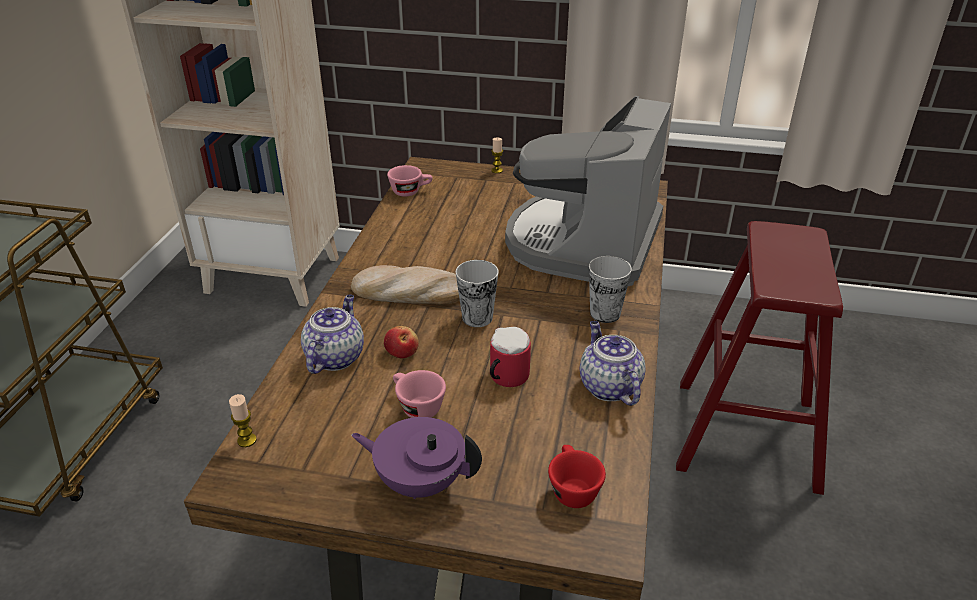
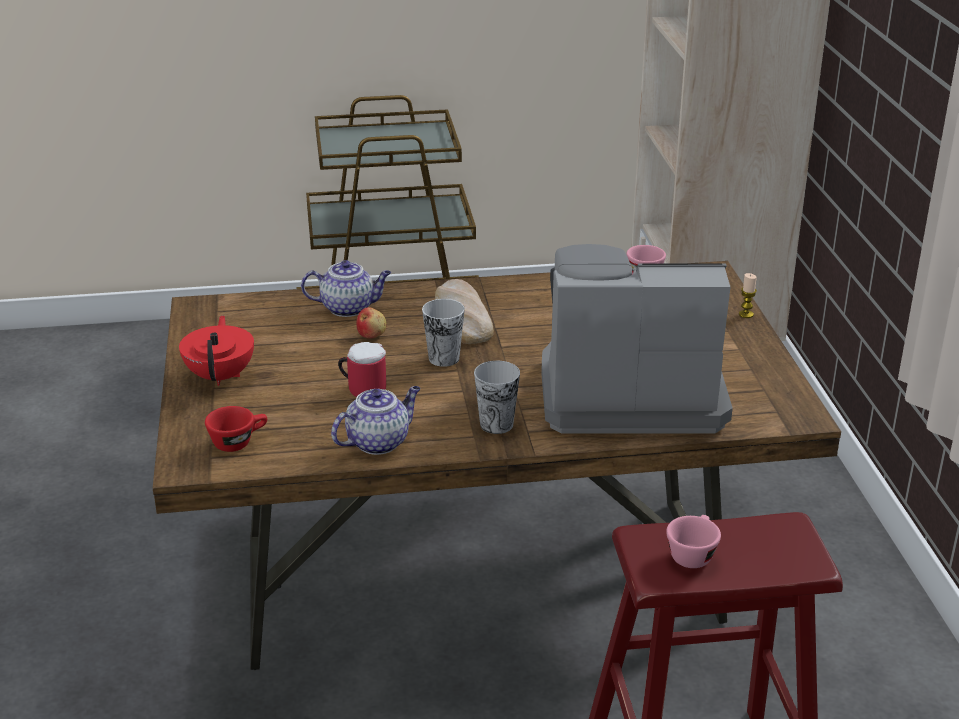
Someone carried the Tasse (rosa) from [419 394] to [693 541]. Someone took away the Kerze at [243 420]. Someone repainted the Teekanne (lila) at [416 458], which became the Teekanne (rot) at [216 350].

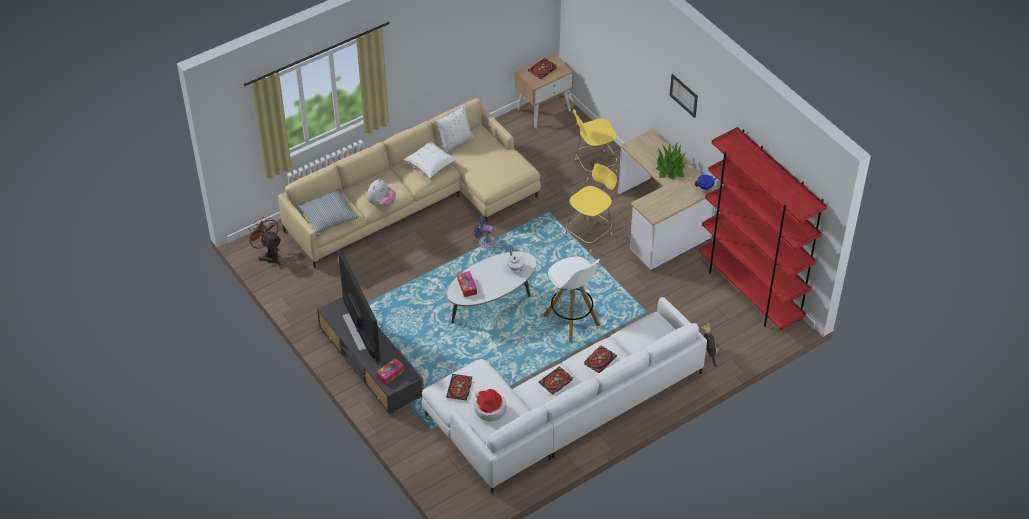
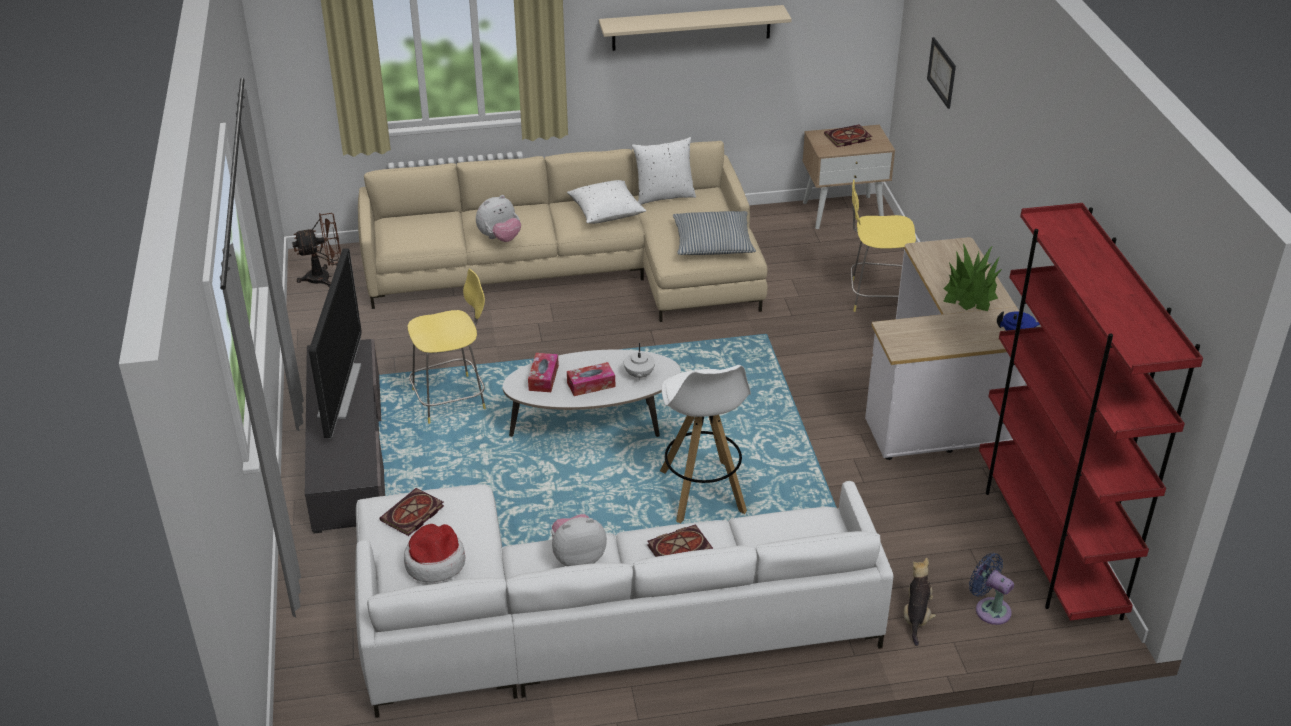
Someone carried the Bild from [683 96] to [941 73]. Someone carried the Hocker (gelb) from [591 208] to [447 346]. Someone carried the Kissen from [328 210] to [714 233]. Someone carried the Ventilator (blau) from [485 232] to [991 589]. Someone rotated the Ventilator (braun) at [263 241] by 90 degrees clockwise. Someone carried the Taschentuchbox from [390 371] to [591 379]. Someone swapped the Buch at [556 380] for the Plüschtier at [579 540]. Someone put up the Wandregal (beige) at [695 28].

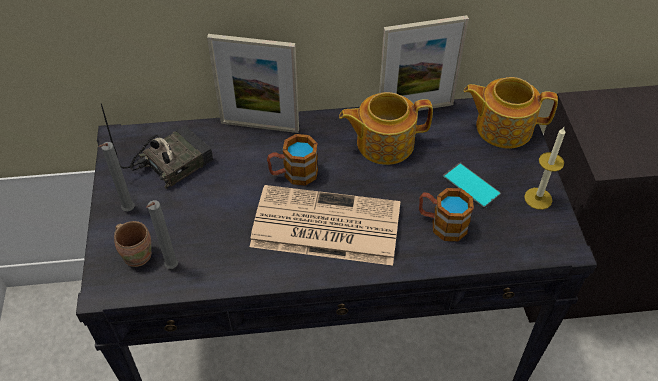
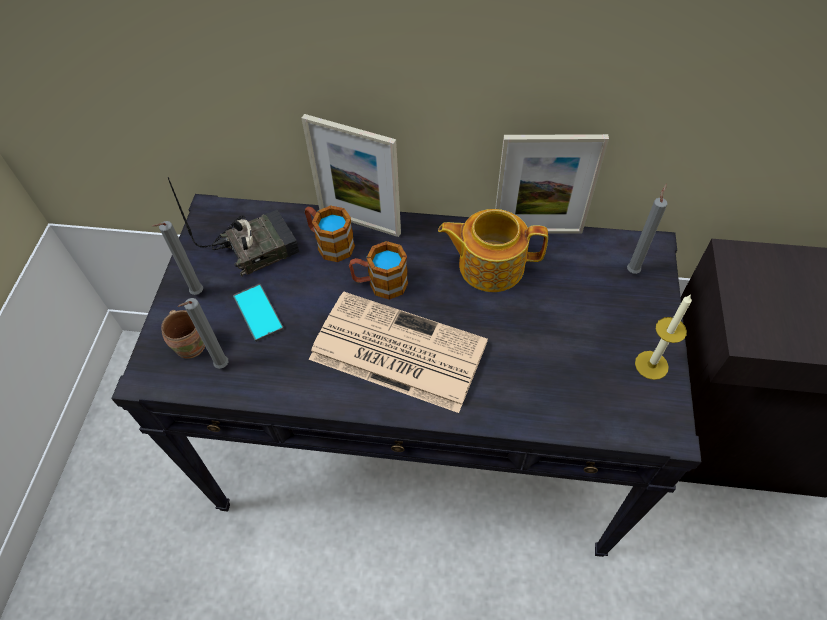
Someone swapped the Teekanne at [511 113] for the Kerze (grau) at [647 229]. Someone carried the Handy from [471 186] to [258 313]. Someone carried the Henkelbecher from [446 214] to [330 233].

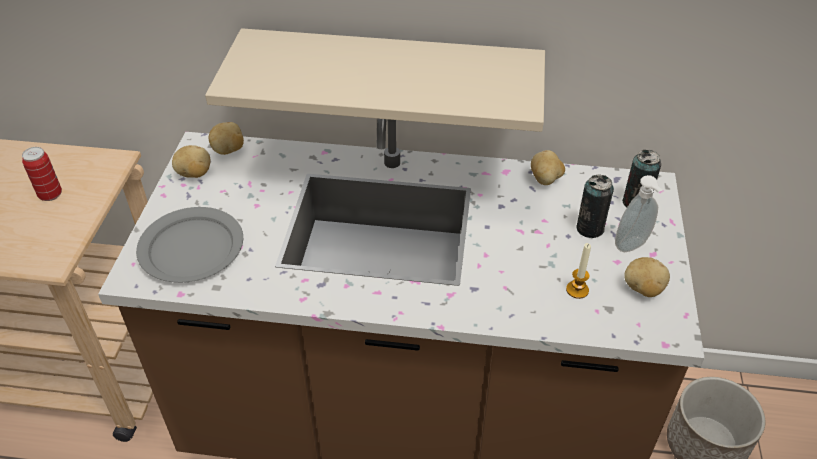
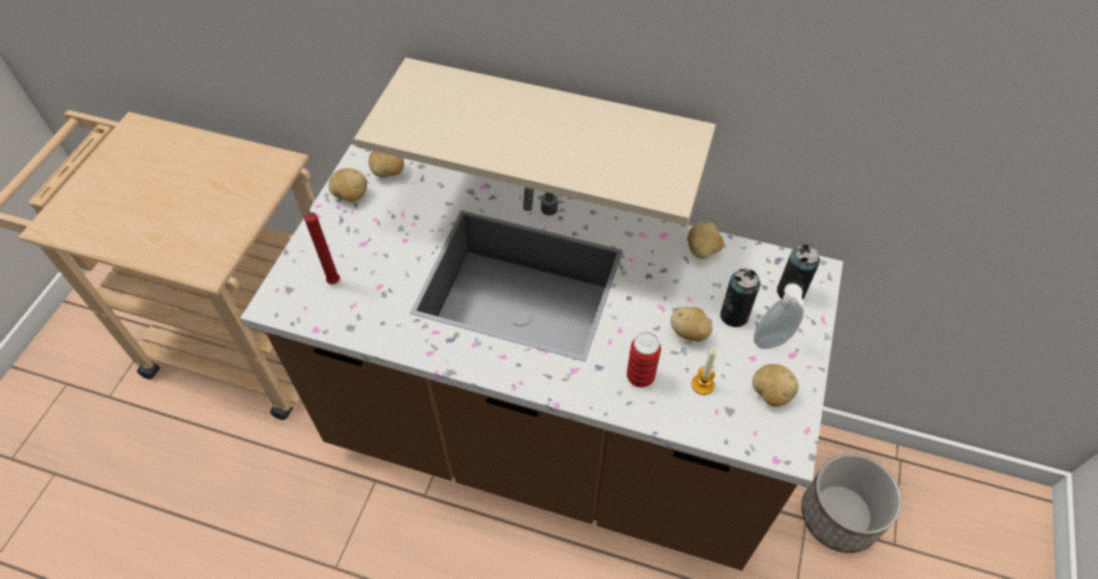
Someone carried the Dose from [42 174] to [644 359]. Someone swapped the Teller (grau) at [189 245] for the Kerze (rot) at [322 241]. Someone put down the Kartoffel at [691 324].

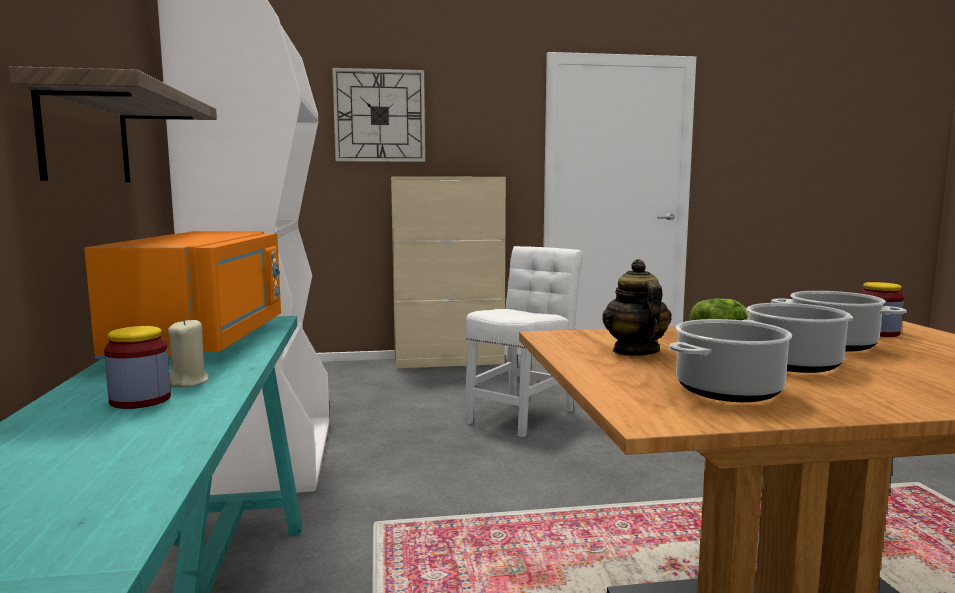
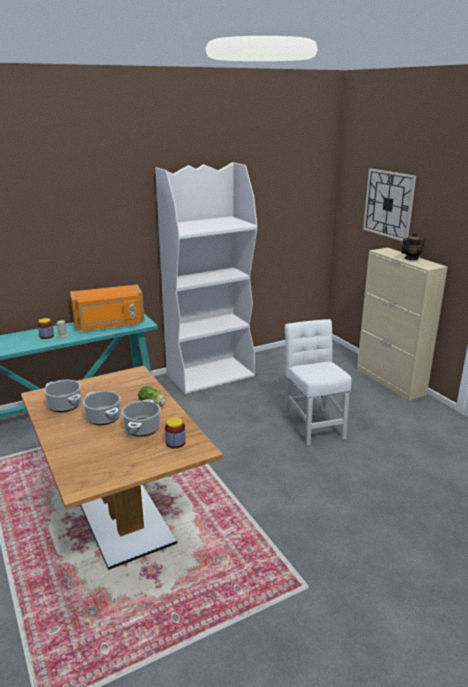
Someone took away the Wandregal at [112 124]. Someone rotated the Stuhl (weiß) at [523 341] by 120 degrees counterclockwise. Someone carried the Teekanne from [637 307] to [413 246].

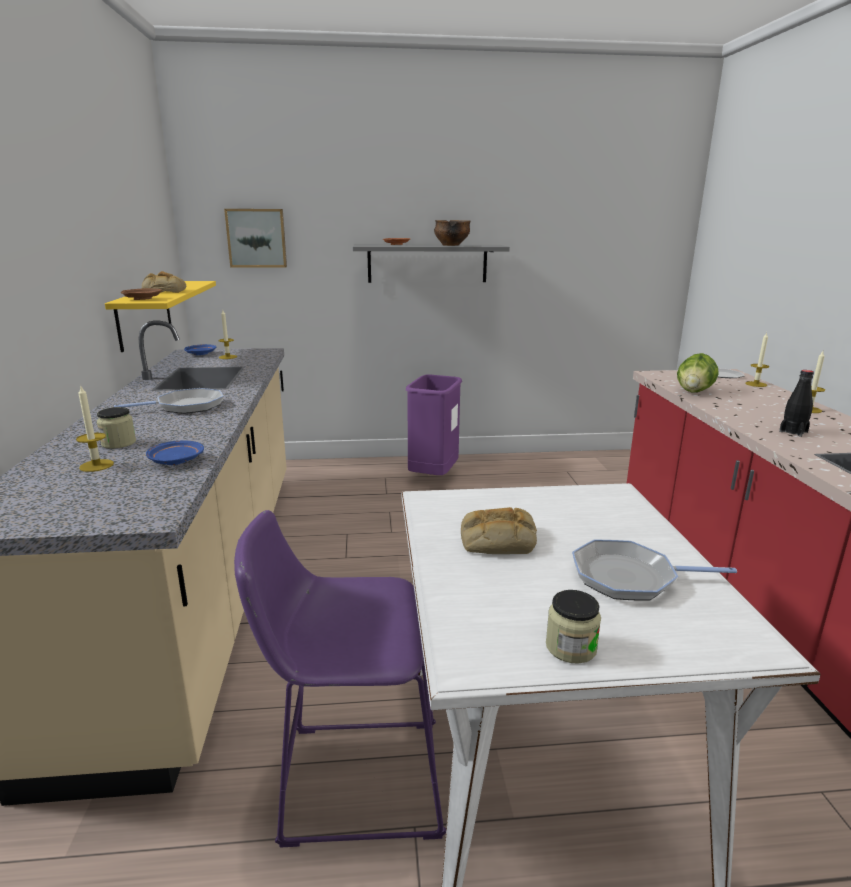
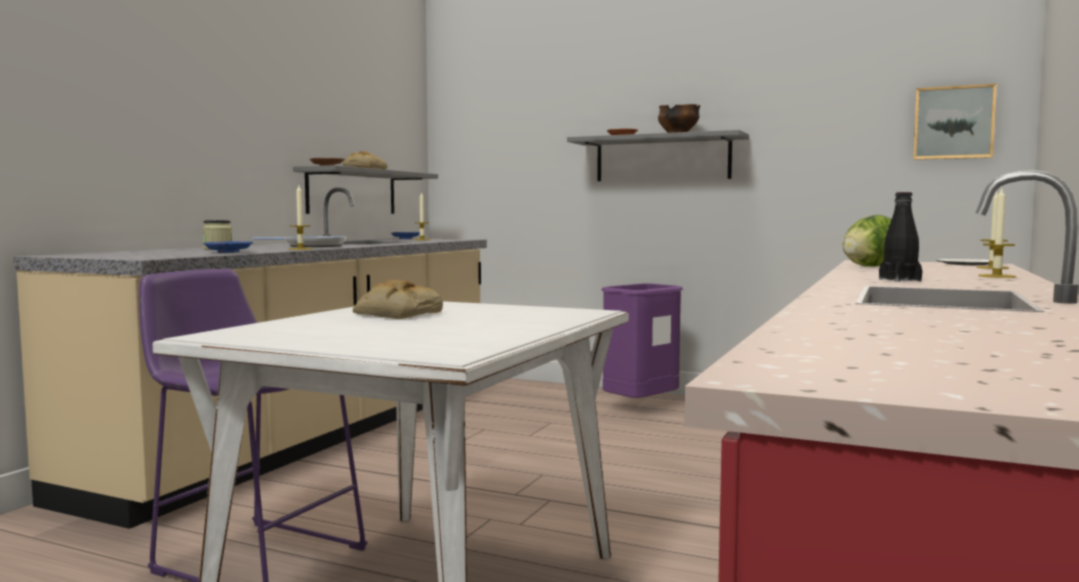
Someone carried the Bild from [255 238] to [955 122]. Someone repainted the Wandregal (gelb) at [160 316], which became the Wandregal (grau) at [365 189]. Someone carried the Kerze from [95 429] to [300 217]. Someone took away the Pfanne at [654 570]. Someone took away the Vorratsglas at [573 627].

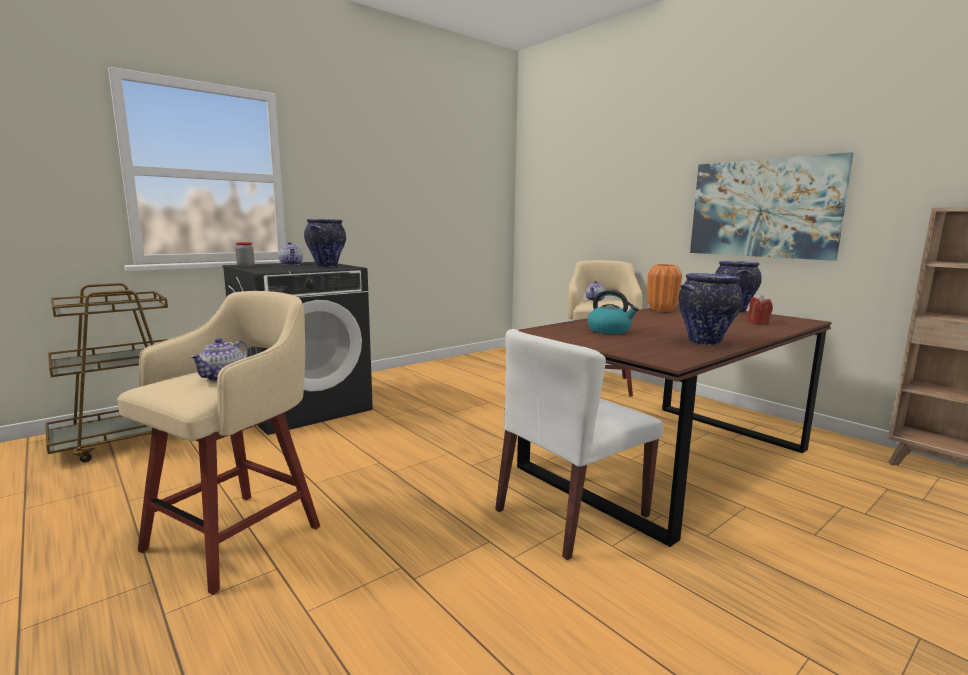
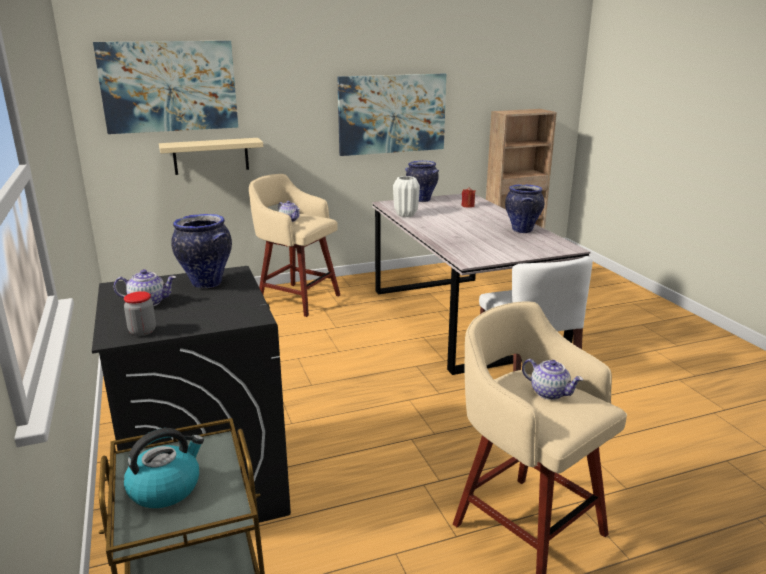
Someone repainted the Vase (orange) at [664 288], which became the Vase (weiß) at [406 196]. Someone carried the Wasserkessel from [613 312] to [164 468]. Someone repainted the Esstisch (braun) at [674 425], which became the Esstisch (grau) at [481 284]. Someone put up the Bild at [165 87]. Someone put up the Wandregal (beige) at [211 156].

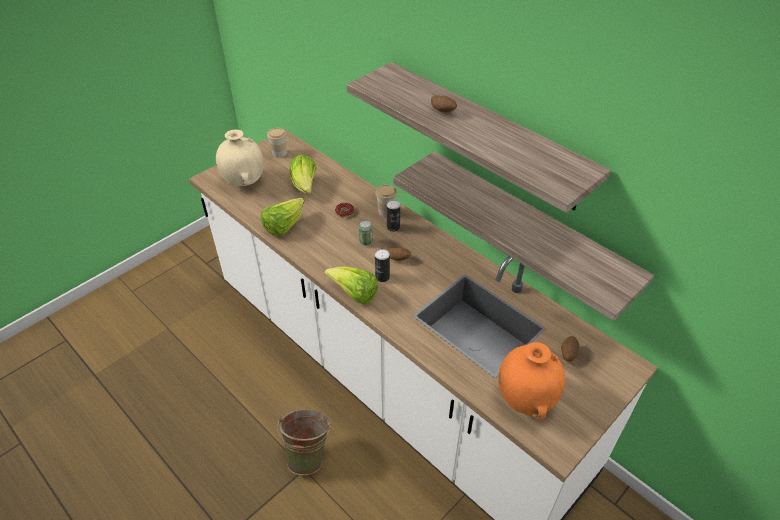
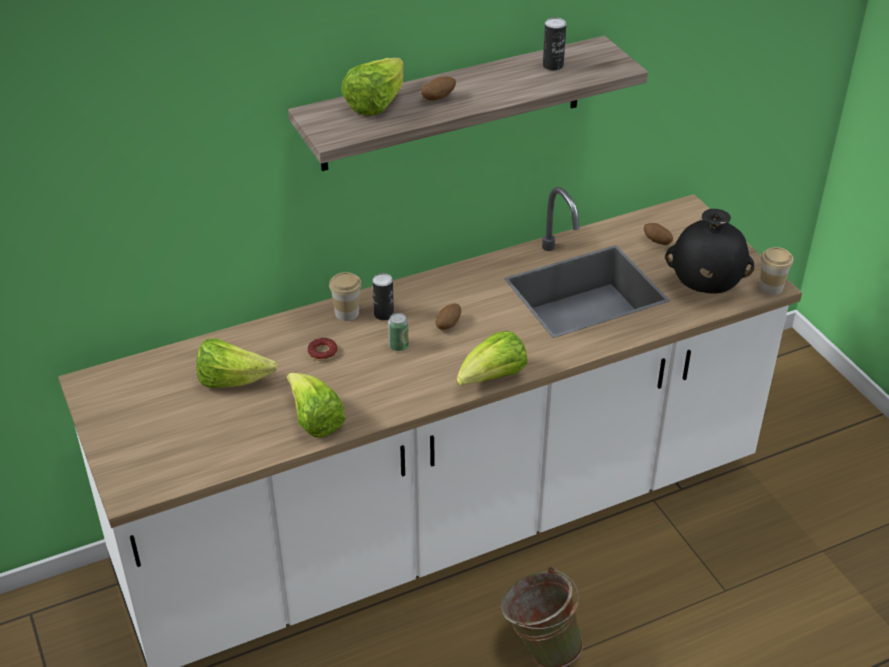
Someone carried the Tasse from [277 143] to [776 271]. Someone took away the Vase (beige) at [240 157]. Someone took away the Wandregal at [523 236]. Someone carried the Dose from [382 265] to [554 44]. Someone repainted the Vase (orange) at [531 380], which became the Vase (schwarz) at [709 251]. Someone put down the Salatkopf at [372 87].

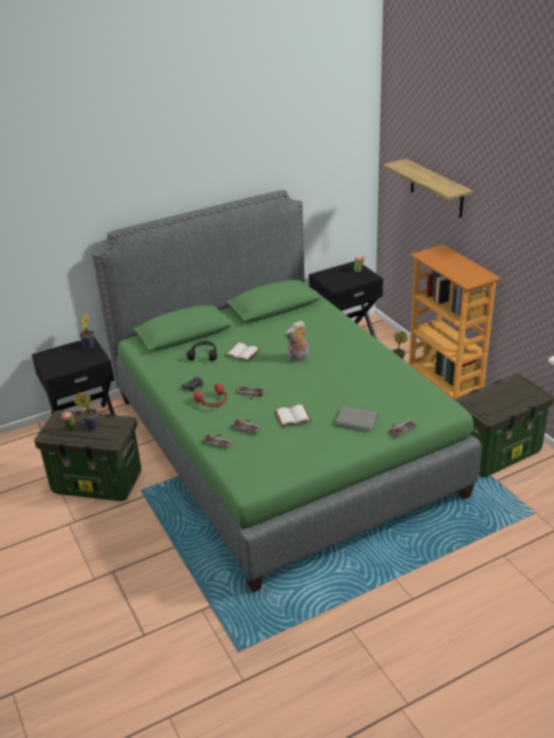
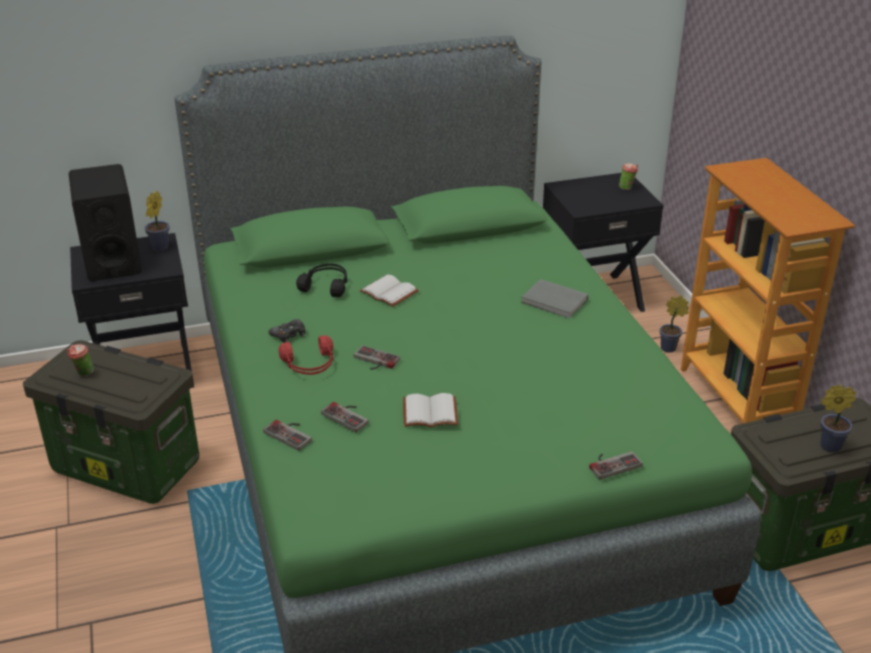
Someone took away the Wandregal at [427 188]. Someone took away the Plüschtier at [296 341]. Someone carried the Topfpflanze from [86 411] to [838 419]. Someone carried the Buch (grau) from [356 419] to [554 299]. Someone put down the Lautsprecher (schwarz) at [105 222].

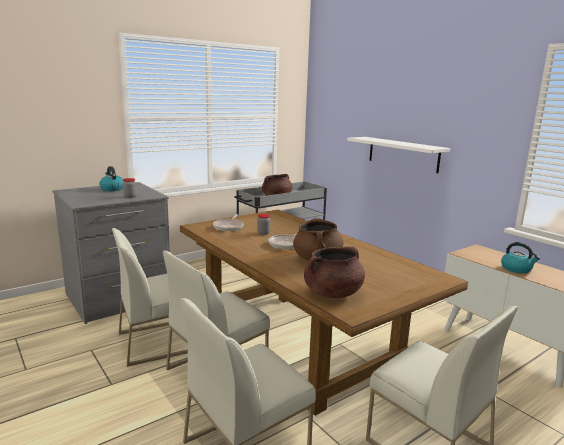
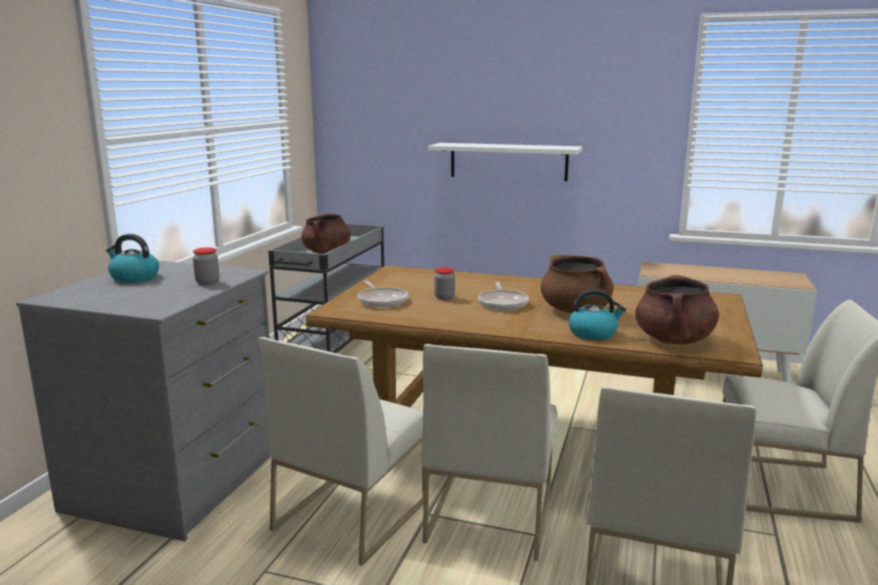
Someone carried the Wasserkessel from [520 257] to [597 314].

